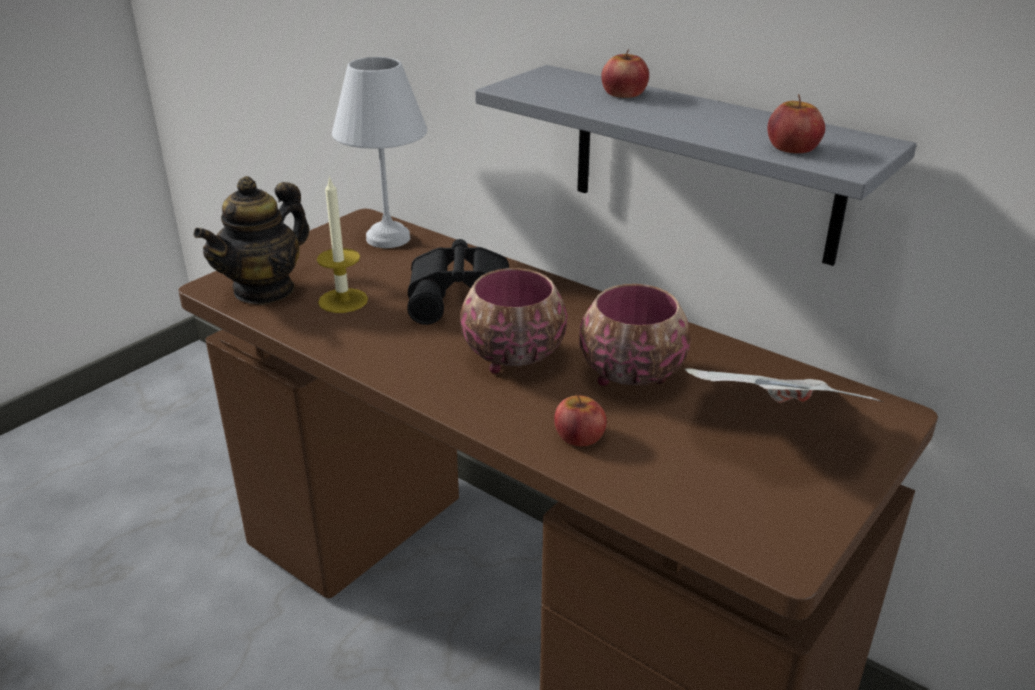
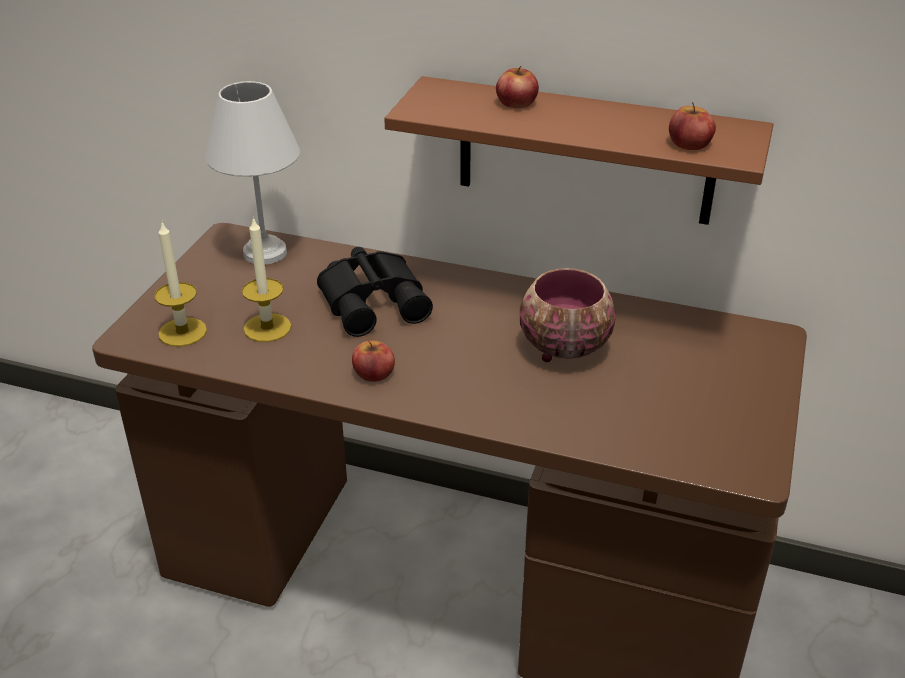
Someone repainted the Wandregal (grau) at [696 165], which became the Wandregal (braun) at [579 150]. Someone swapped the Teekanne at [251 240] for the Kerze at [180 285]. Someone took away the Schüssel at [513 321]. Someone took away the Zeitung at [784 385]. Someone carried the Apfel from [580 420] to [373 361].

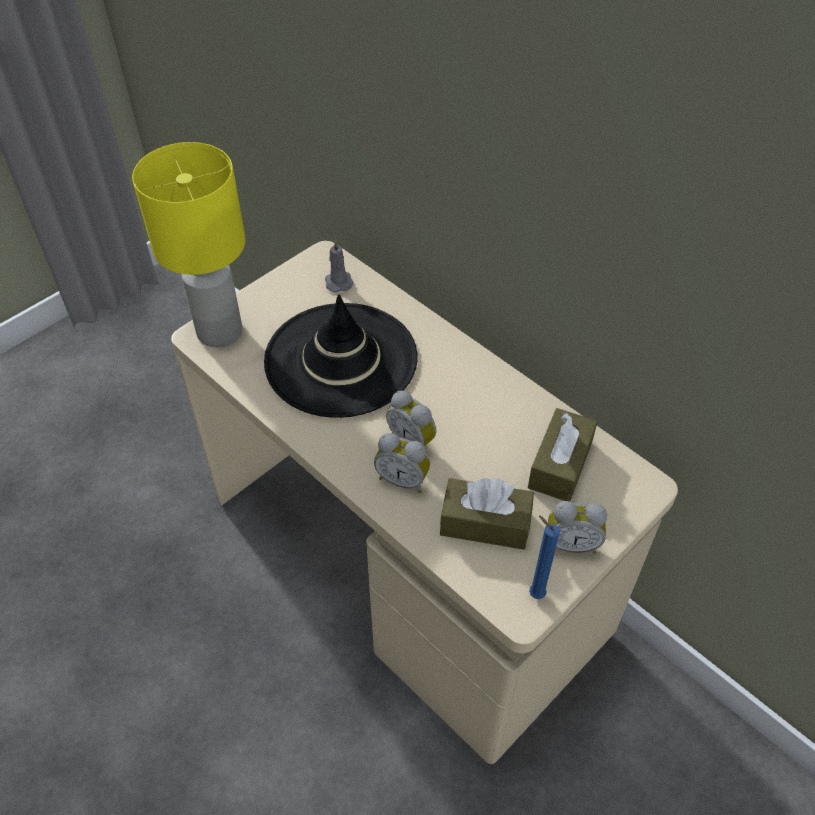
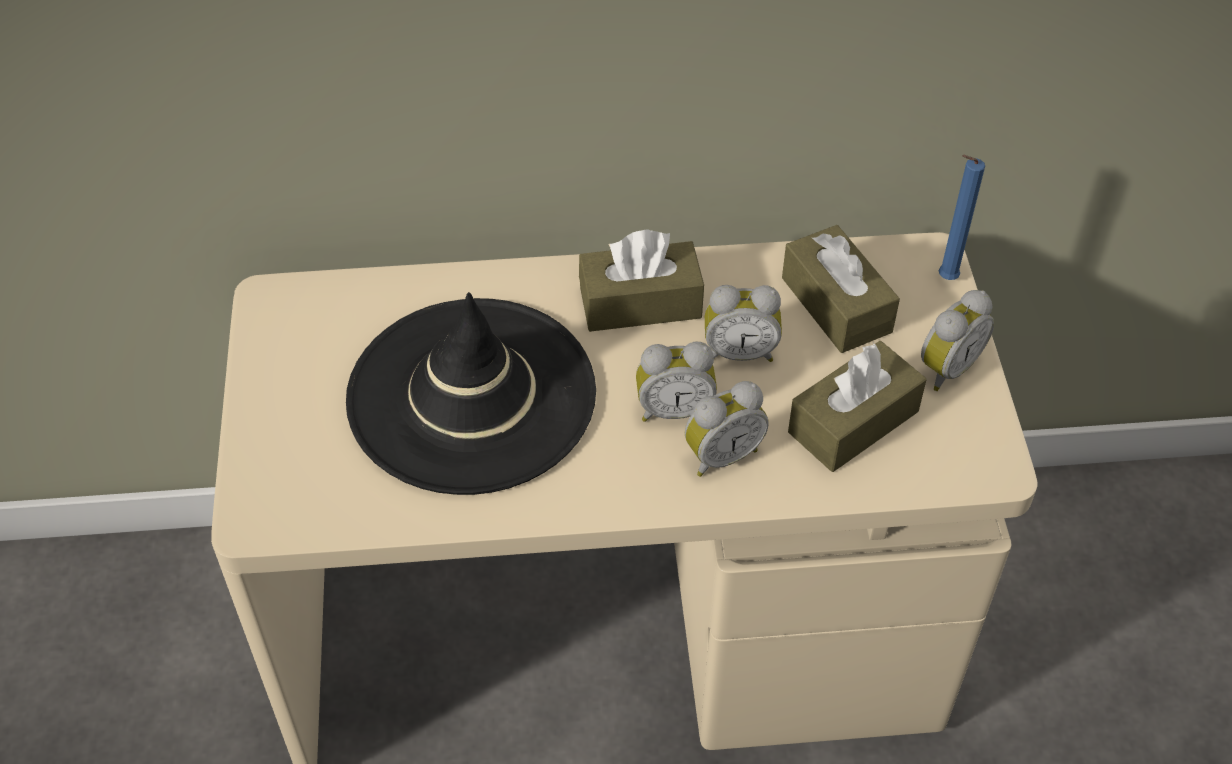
Someone took away the Tischlampe (gelb) at [189 244]. Someone took away the Kerze (grau) at [339 265]. Someone carried the Kerze (blau) from [544 557] to [962 217]. Someone put down the Taschentuchbox (braun) at [641 280]. Someone put down the Wecker at [743 323].

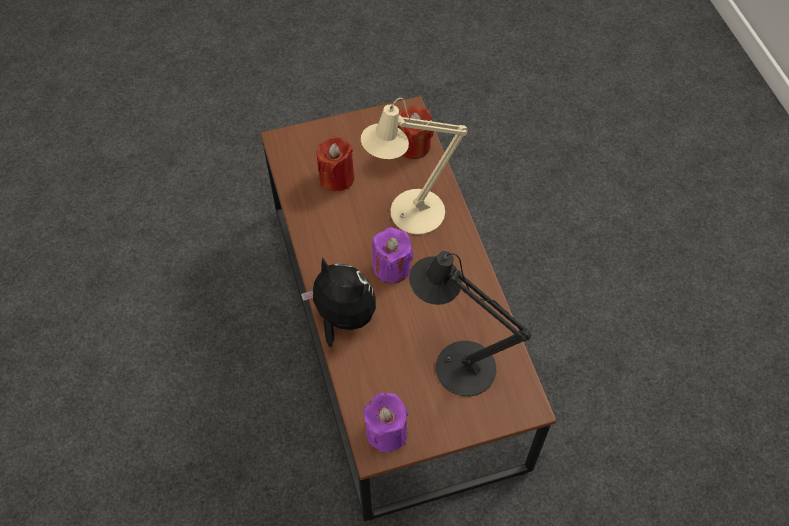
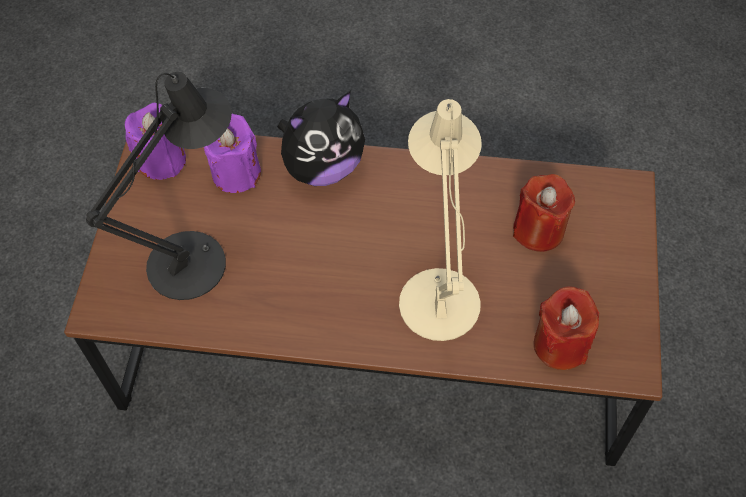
Someone carried the Kerze (lila) from [393 255] to [232 153].

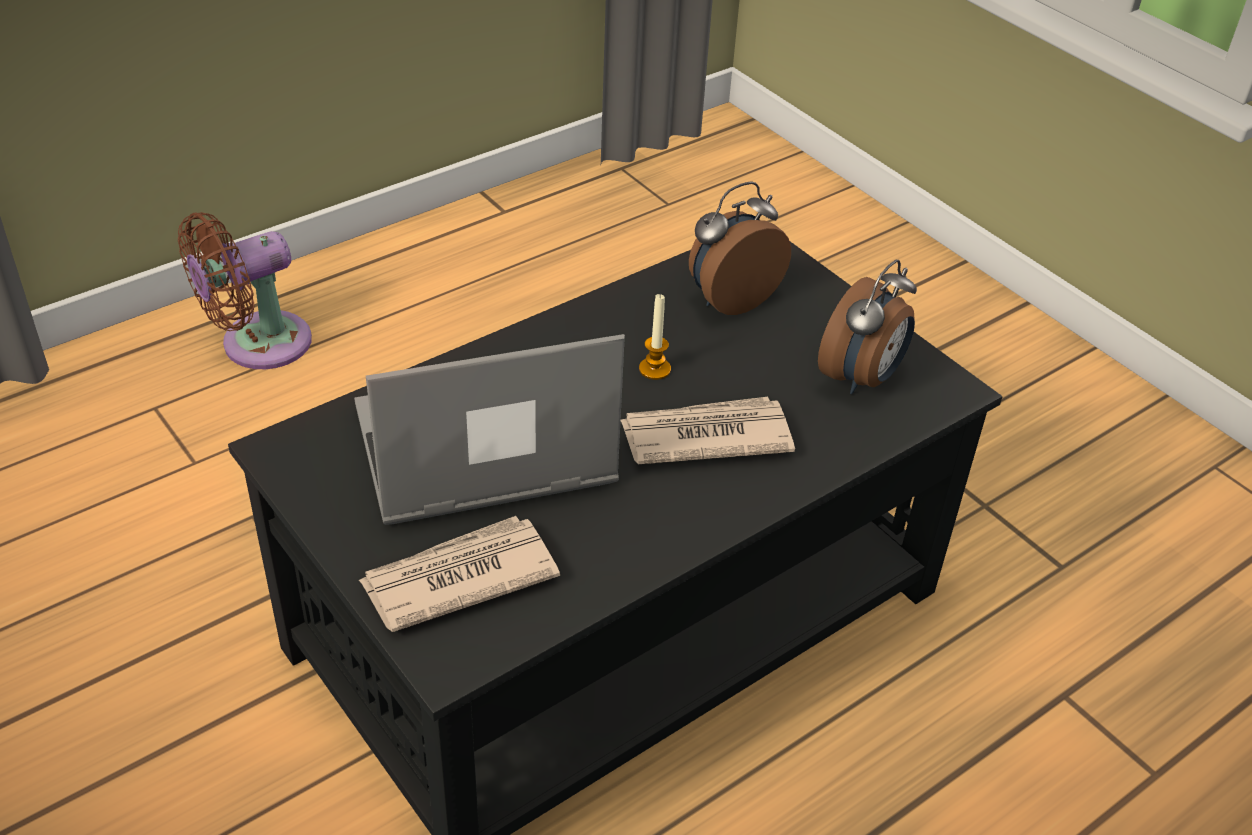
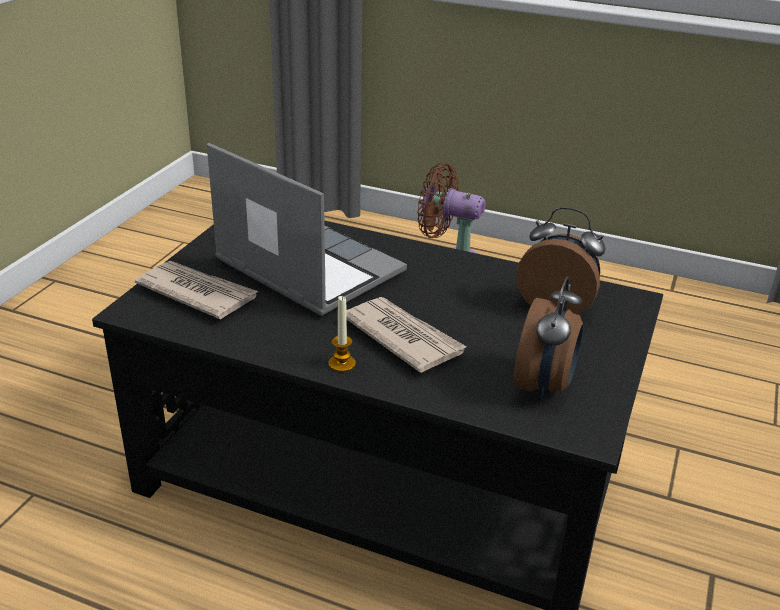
Someone rotated the Wecker at [867 327] by 75 degrees counterclockwise. Someone carried the Kerze from [655 337] to [342 334].

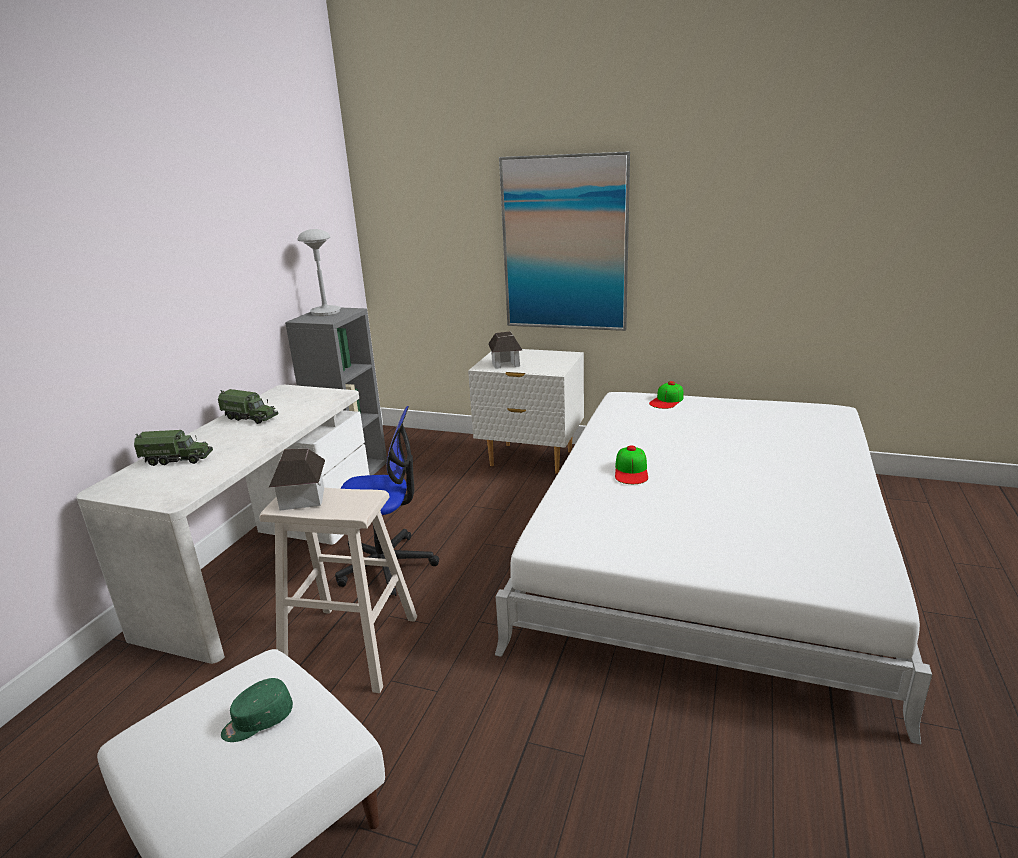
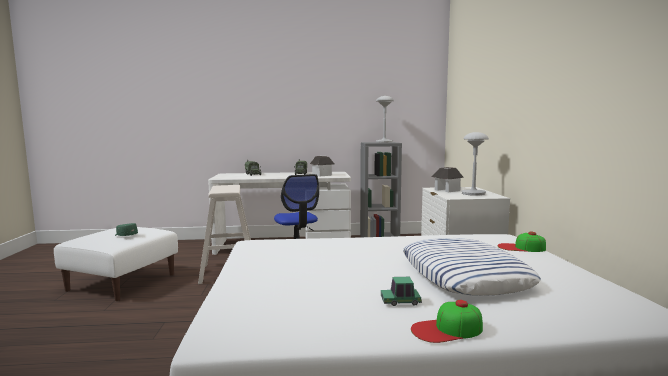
Someone took away the Bild at [564 241]. Someone carried the Kappe from [631 464] to [447 321]. Someone carried the Spielzeughaus from [297 480] to [322 166]. Someone put down the Tischlampe (grau) at [475 164]. Someone put down the Kissen at [472 267]. Someone put down the Spielzeugauto at [401 291].

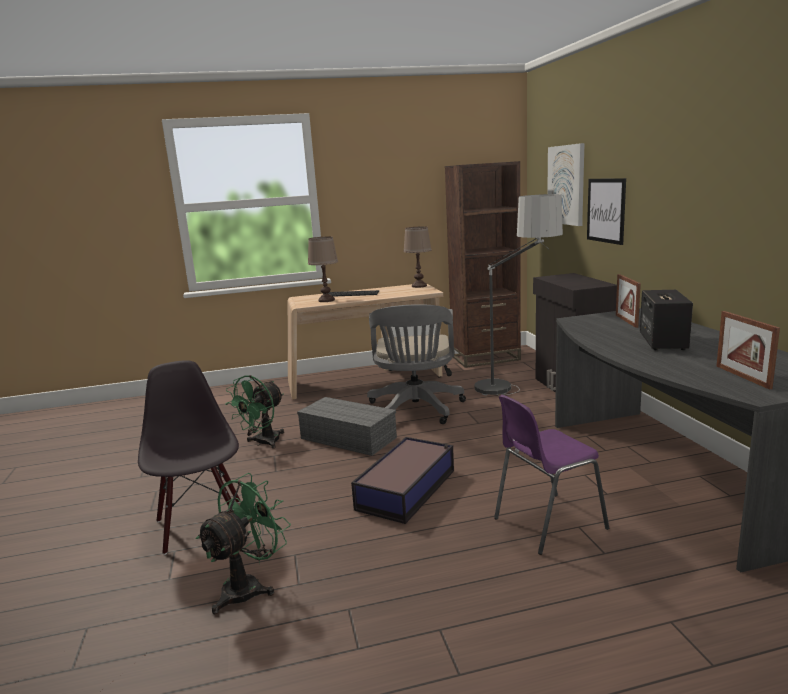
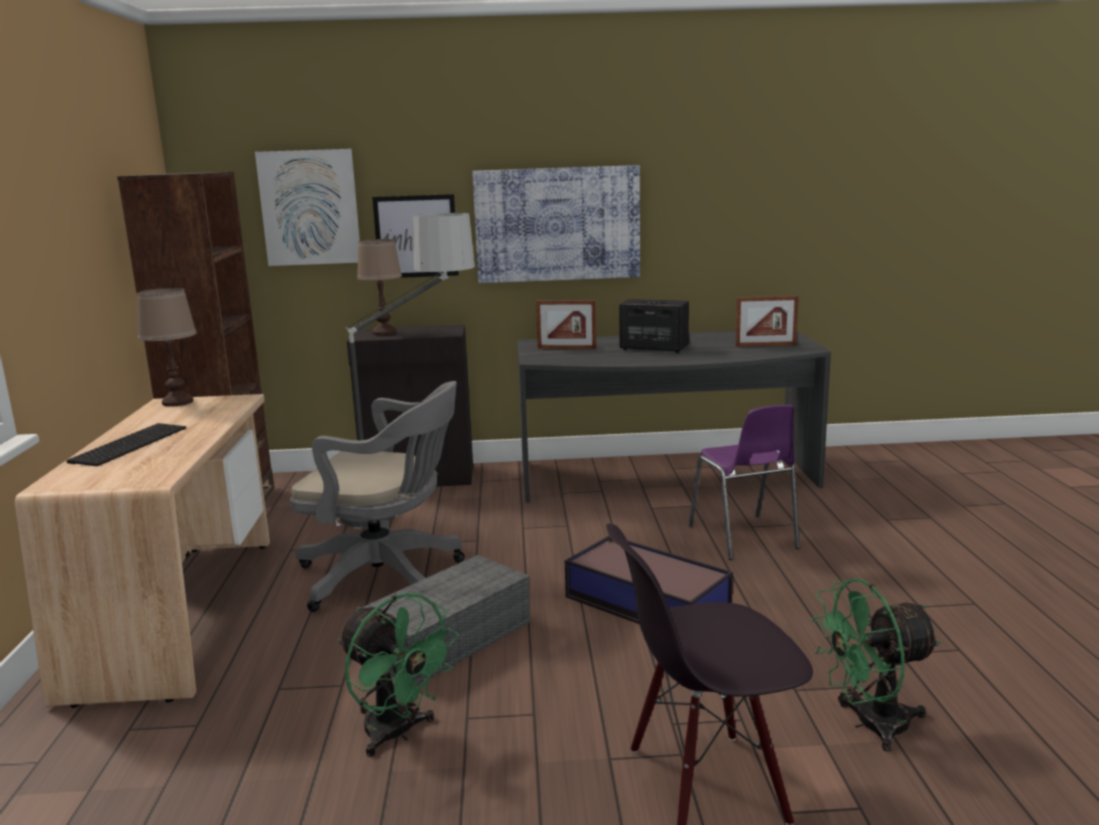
Someone carried the Tischlampe (braun) from [323 269] to [379 287]. Someone rotated the Ventilator (grün) at [243 544] by 60 degrees counterclockwise. Someone put up the Bild at [556 224].

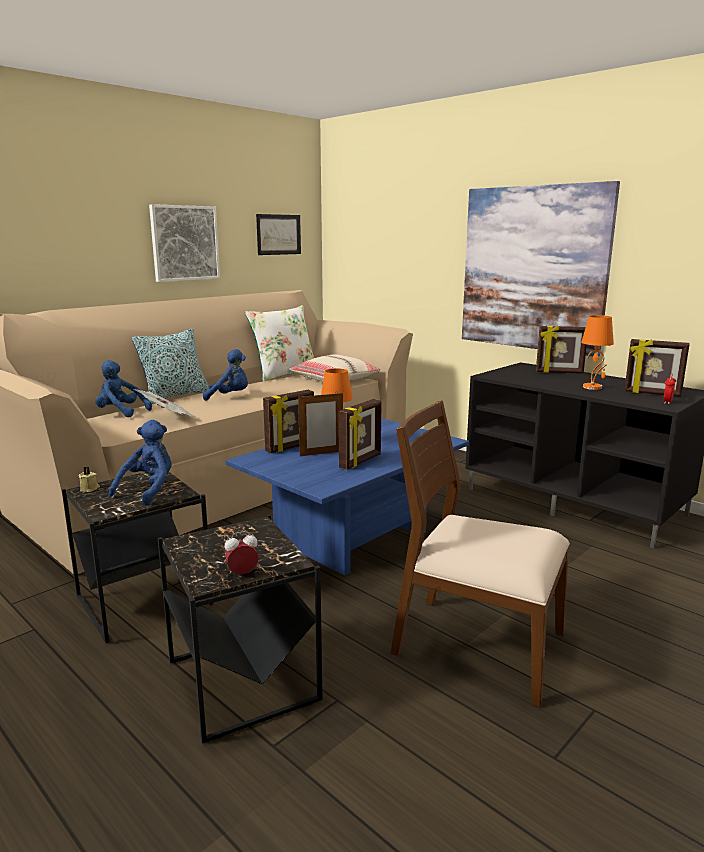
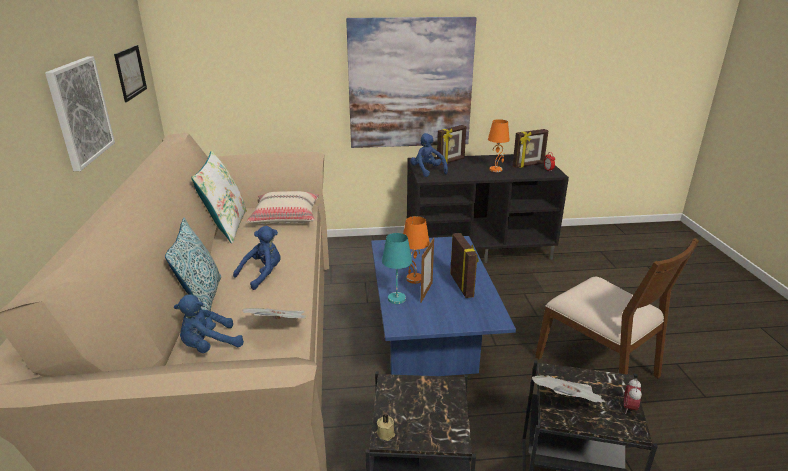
Someone swapped the Bilderrahmen at [288 421] for the Tischlampe (türkis) at [397 268]. Someone rotated the Stuhl (braun) at [480 553] by 105 degrees counterclockwise. Someone carried the Plüschtier (blau) from [140 462] to [429 155]. Someone put down the Zeitung at [569 388].

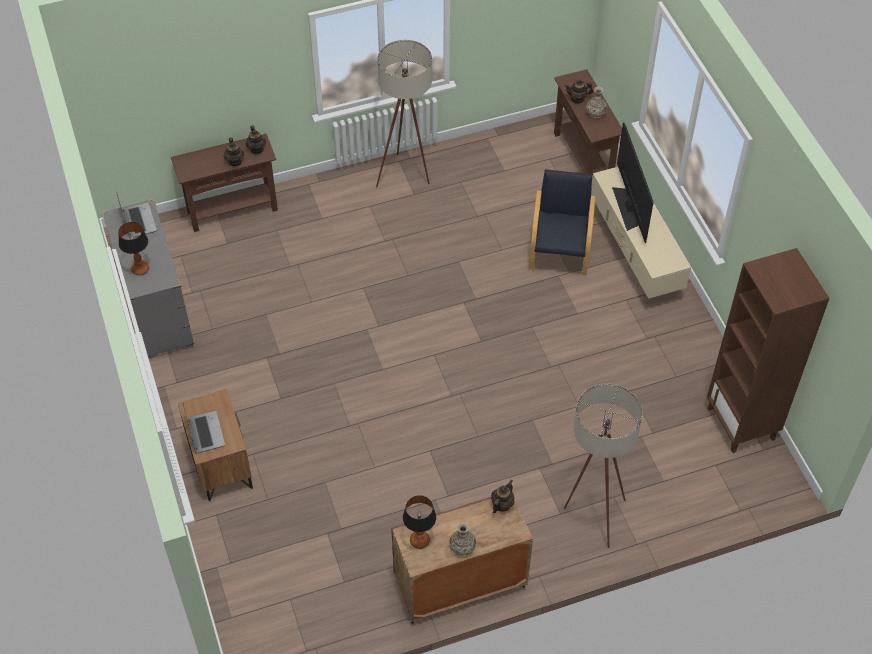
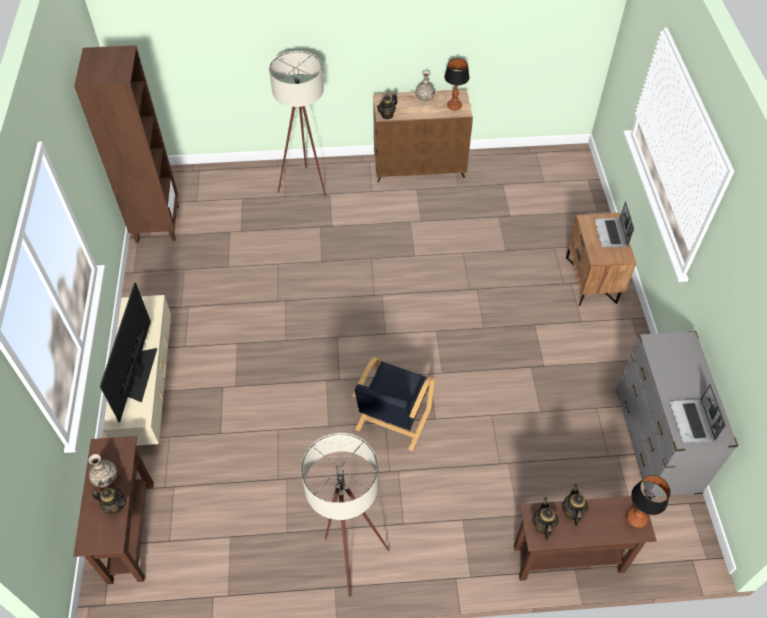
Someone carried the Sessel (schwarz) from [562 222] to [393 404]. Someone carried the Tischlampe from [133 248] to [649 501].

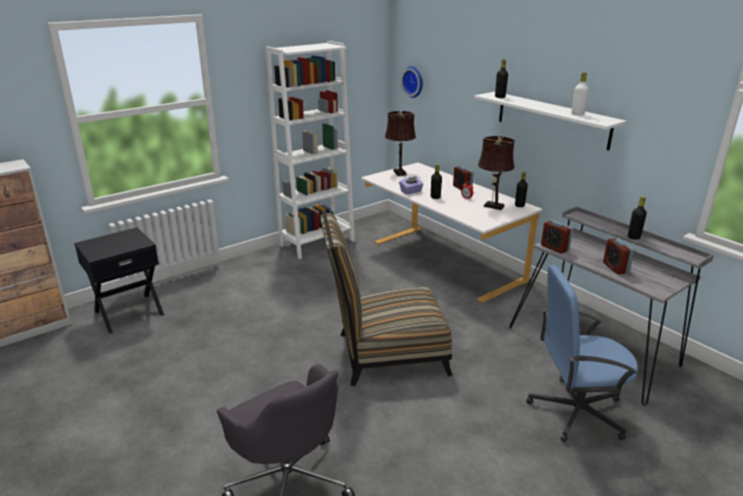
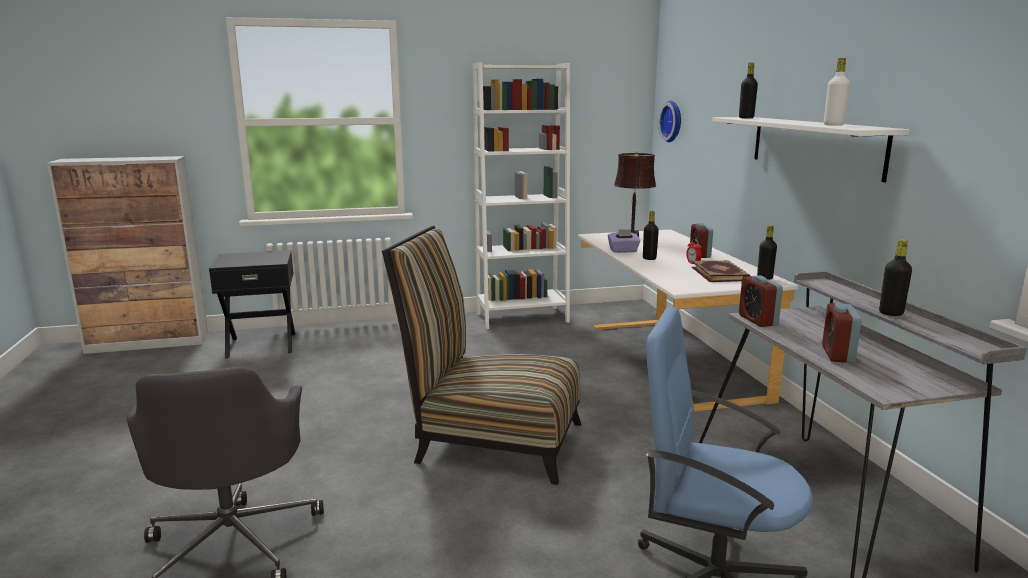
Someone swapped the Tischlampe (braun) at [496 173] for the Buch at [721 271].

